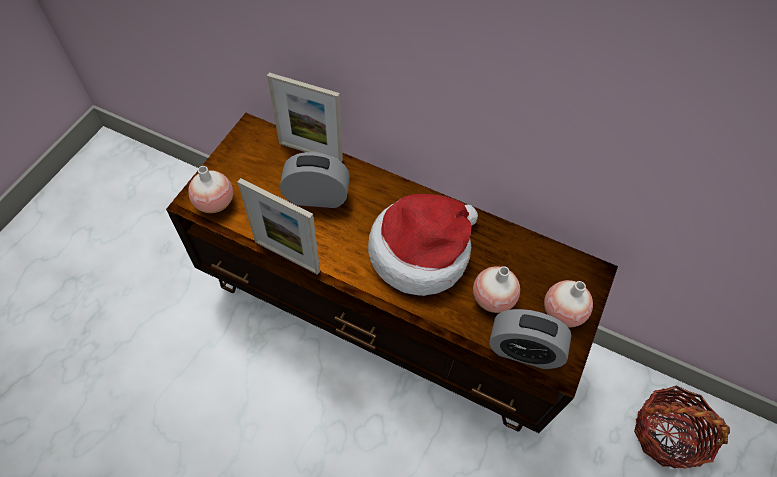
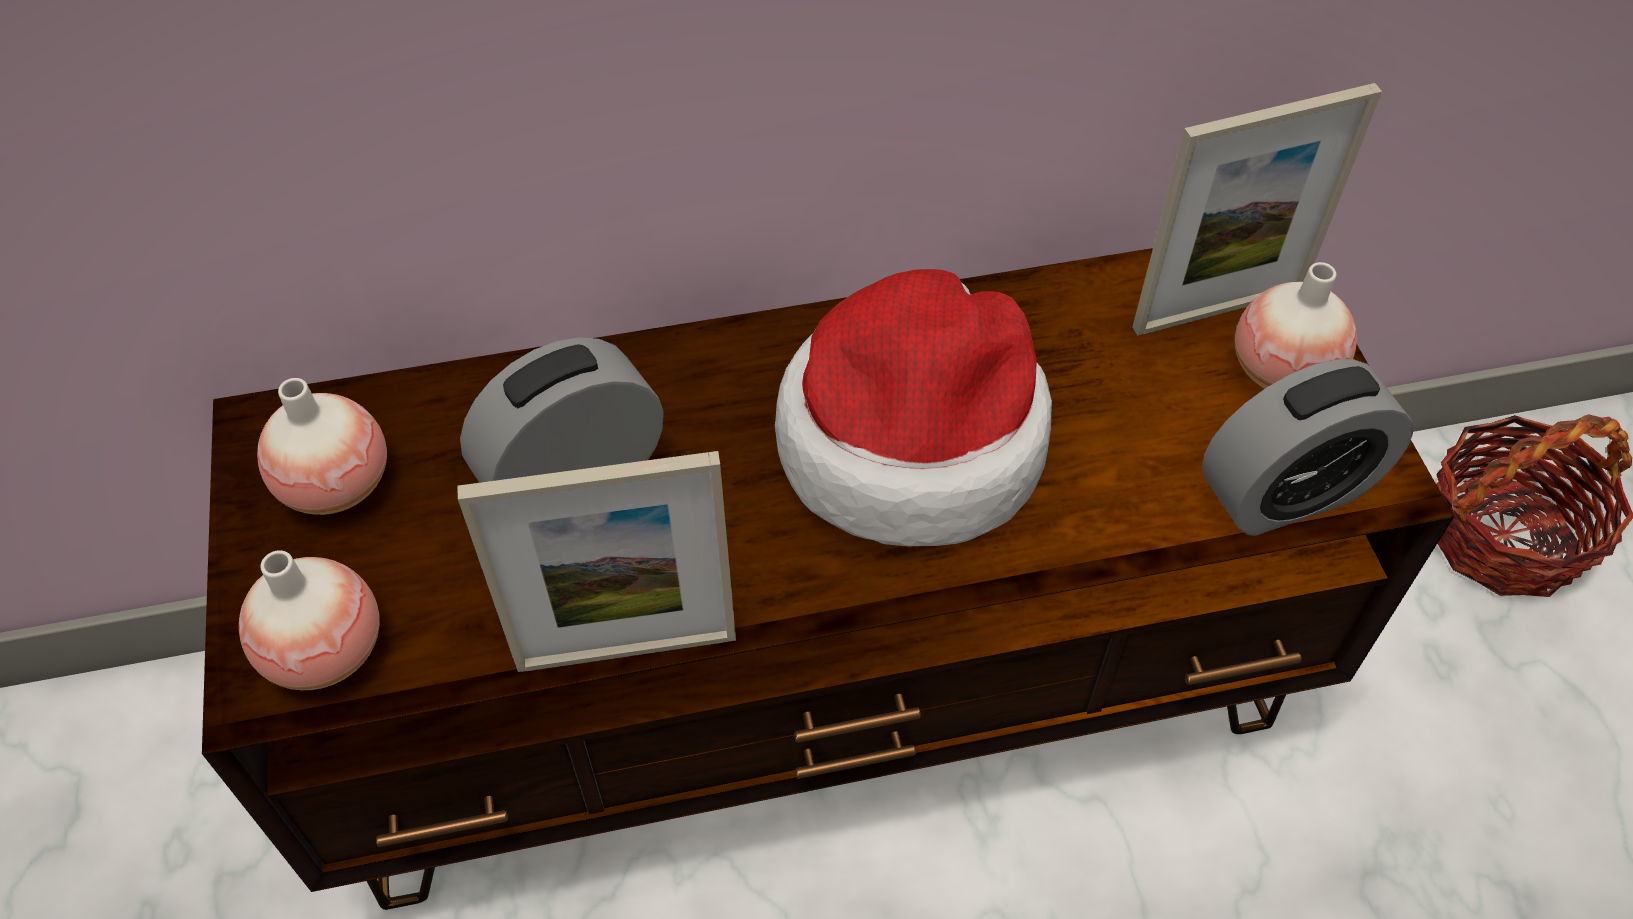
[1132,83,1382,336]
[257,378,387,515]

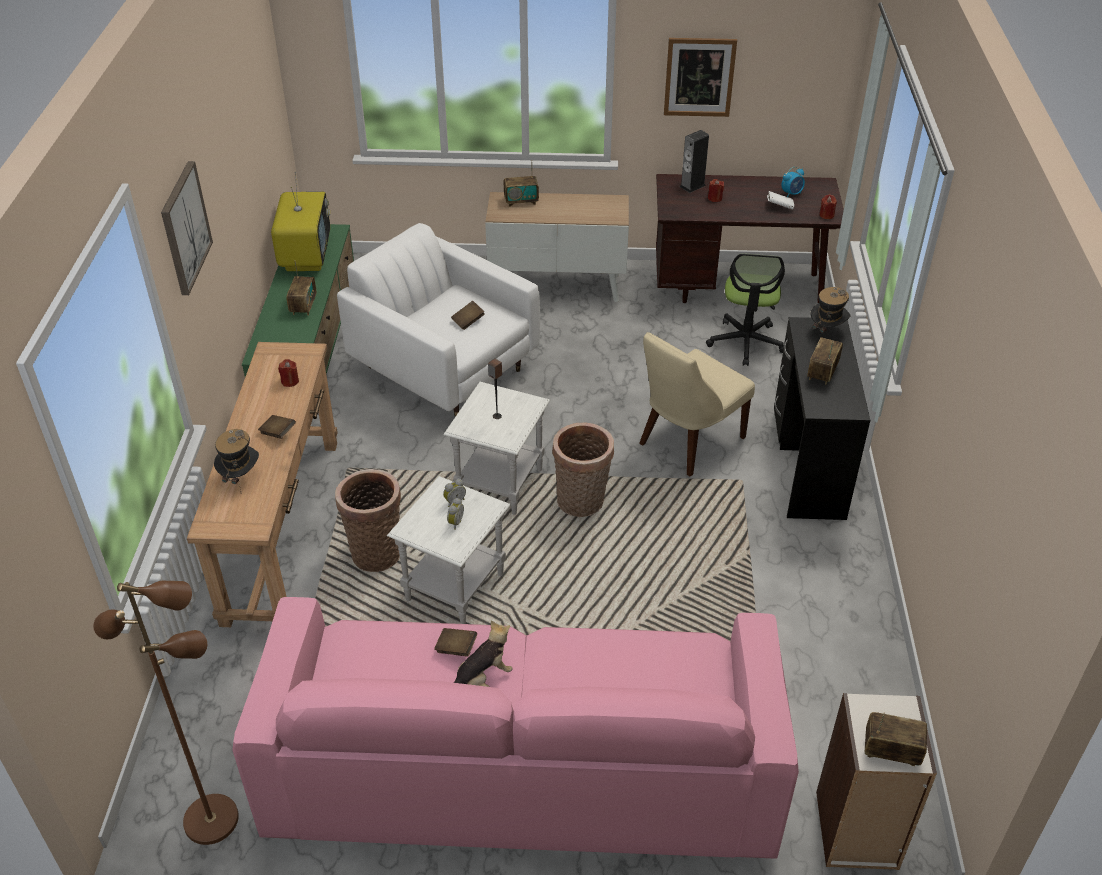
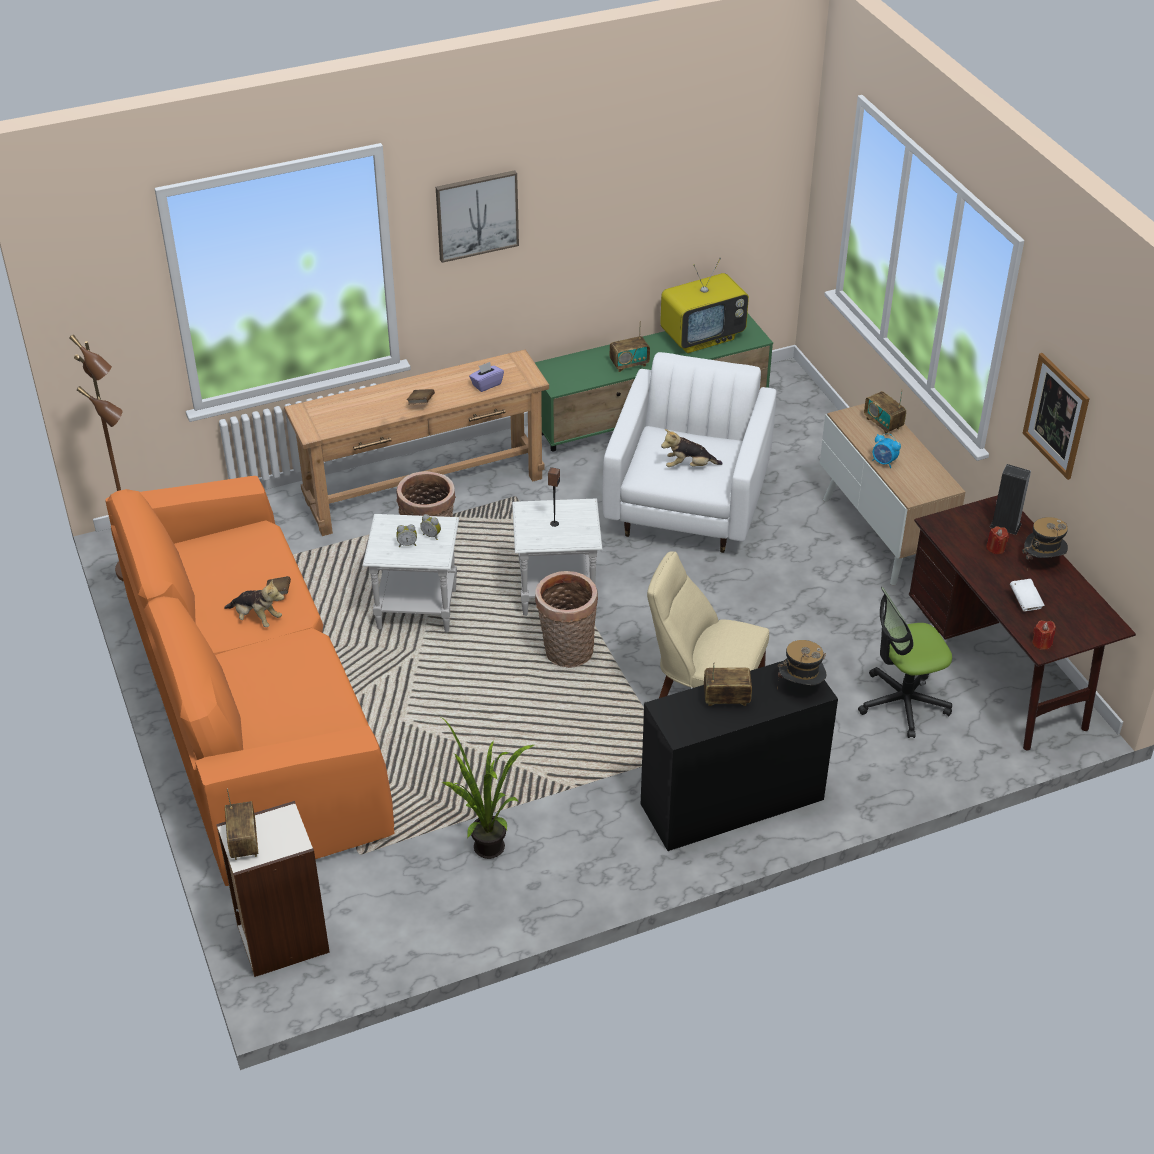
[872,434,901,468]
[661,429,723,467]
[469,362,504,392]
[1022,517,1068,571]
[105,476,395,886]
[439,716,534,859]

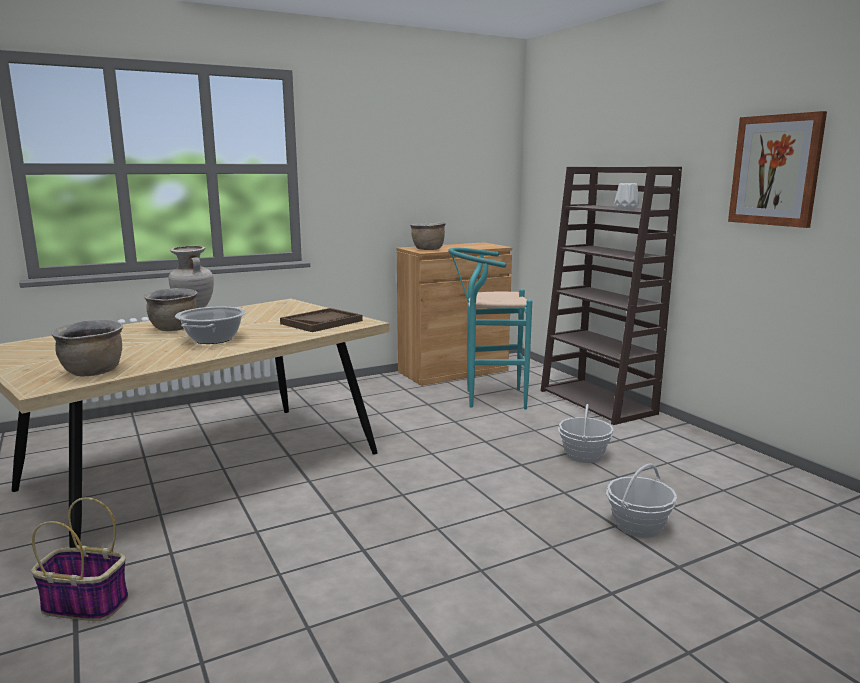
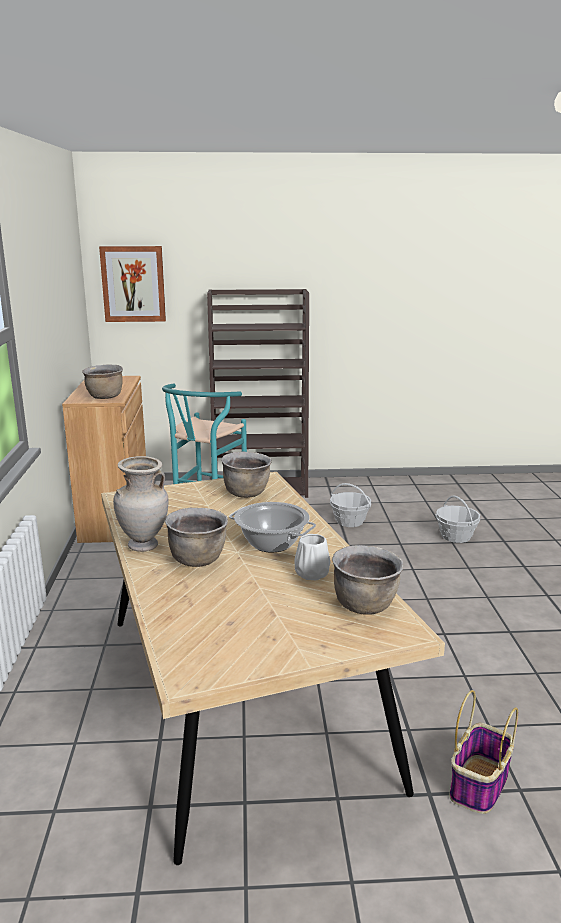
[99,246,166,322]
[294,534,330,580]
[221,451,271,498]

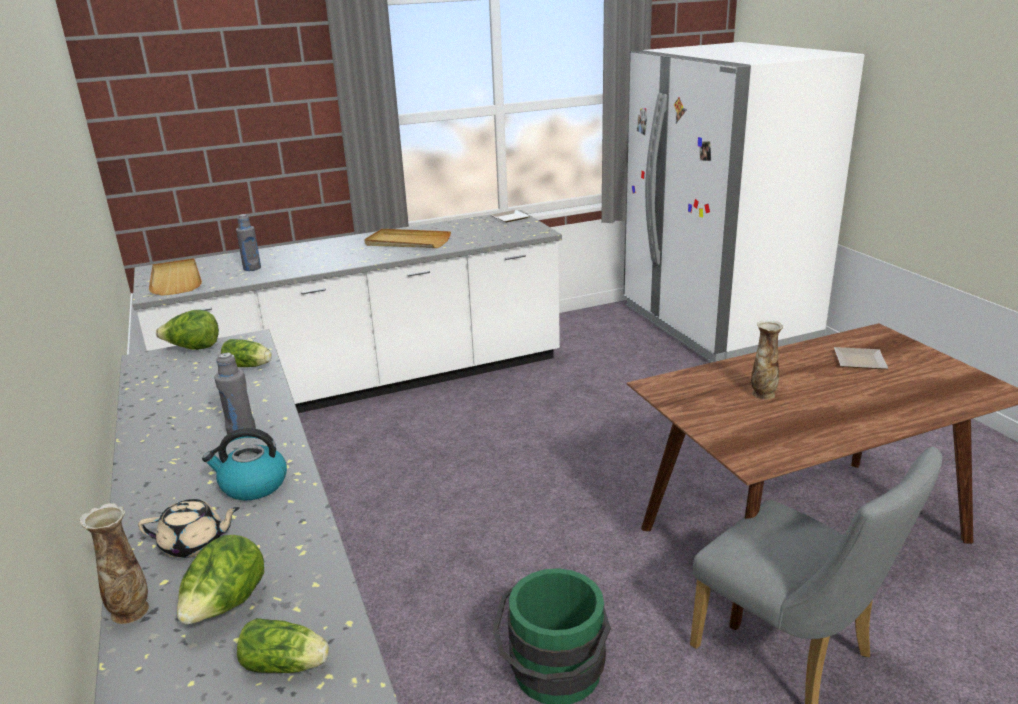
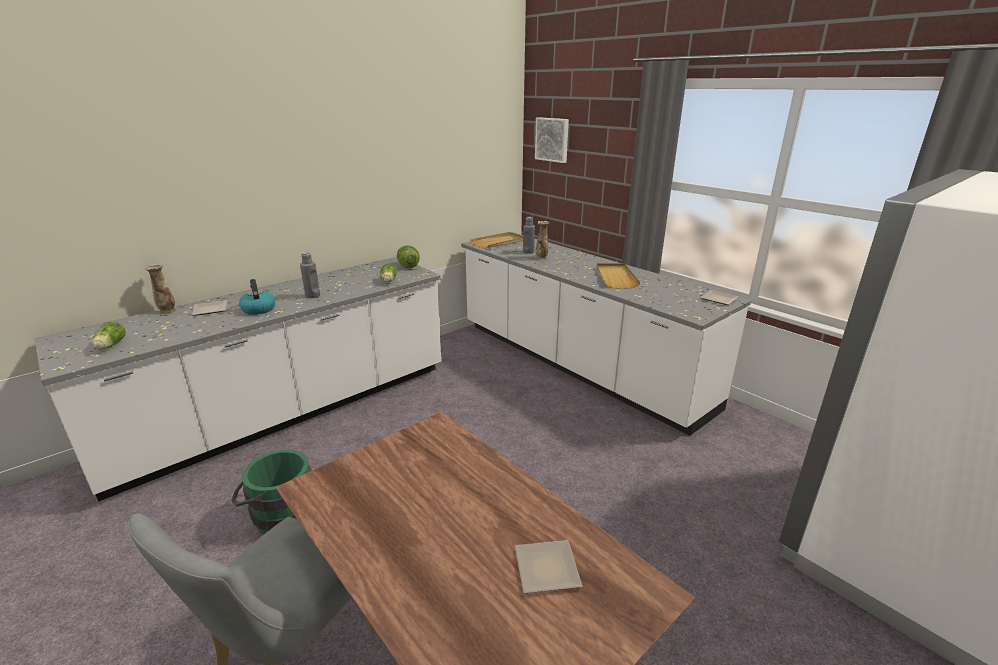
[536,221,549,260]
[192,300,227,316]
[177,535,264,625] (first image)
[535,117,569,163]

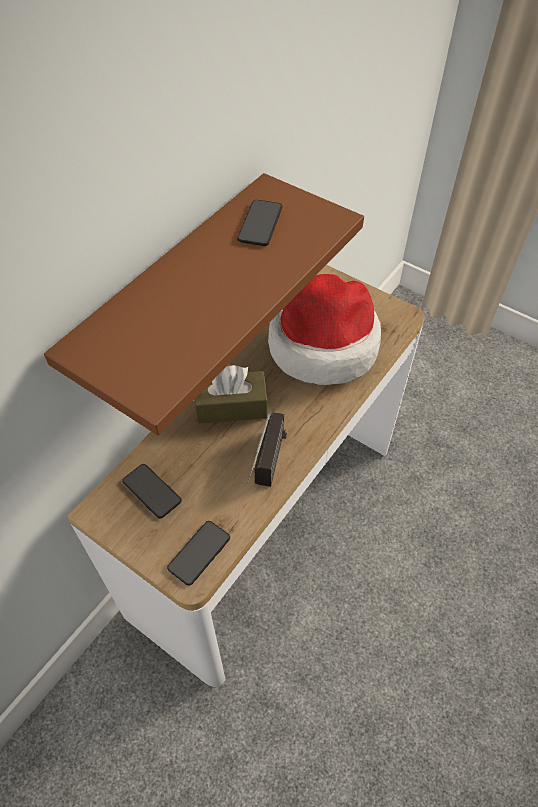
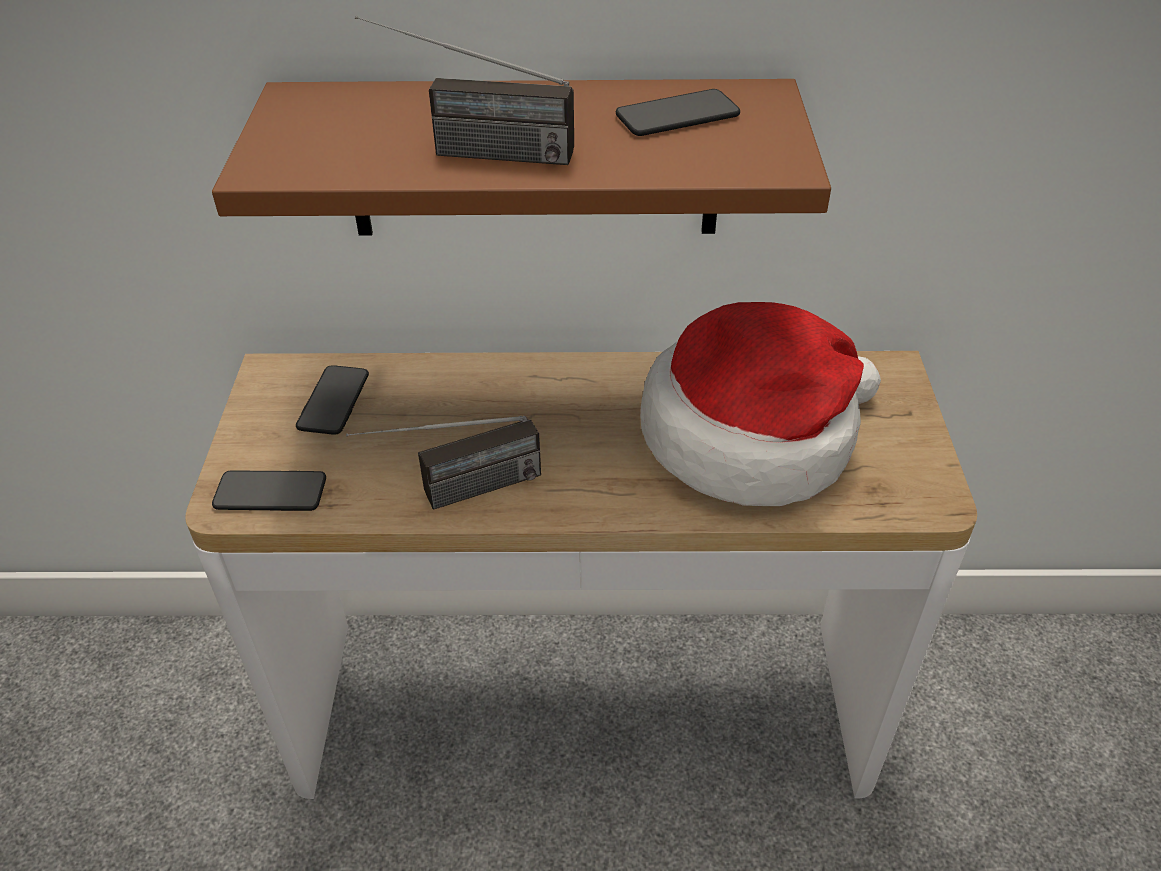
[195,365,267,423] (first image)
[355,15,574,165]

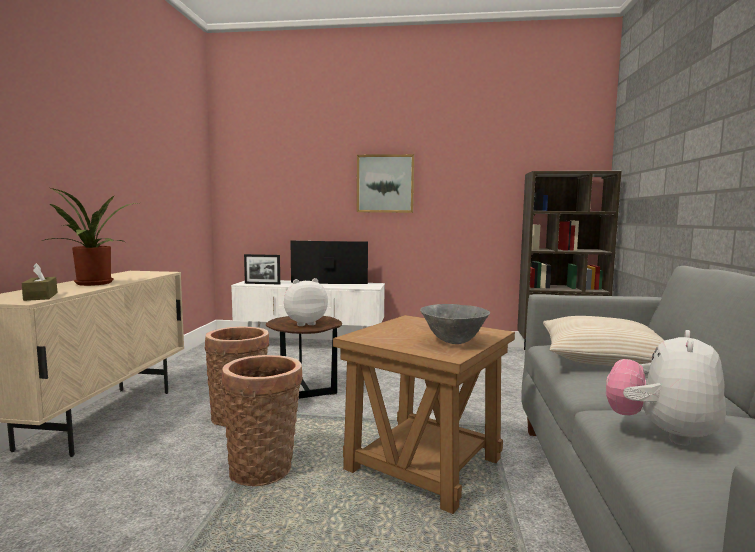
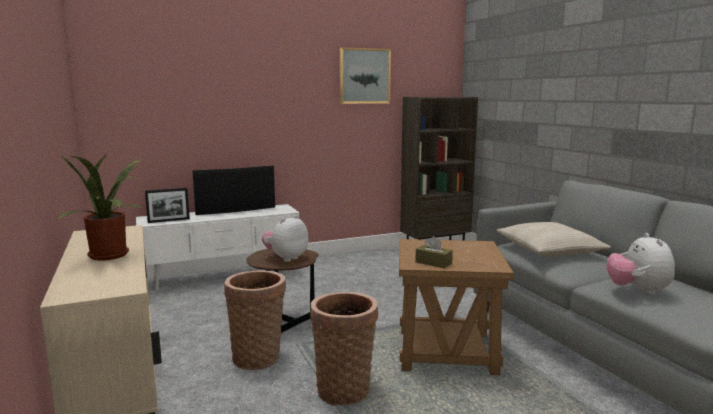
[340,47,391,104]
[415,236,453,268]
[420,304,490,344] (first image)

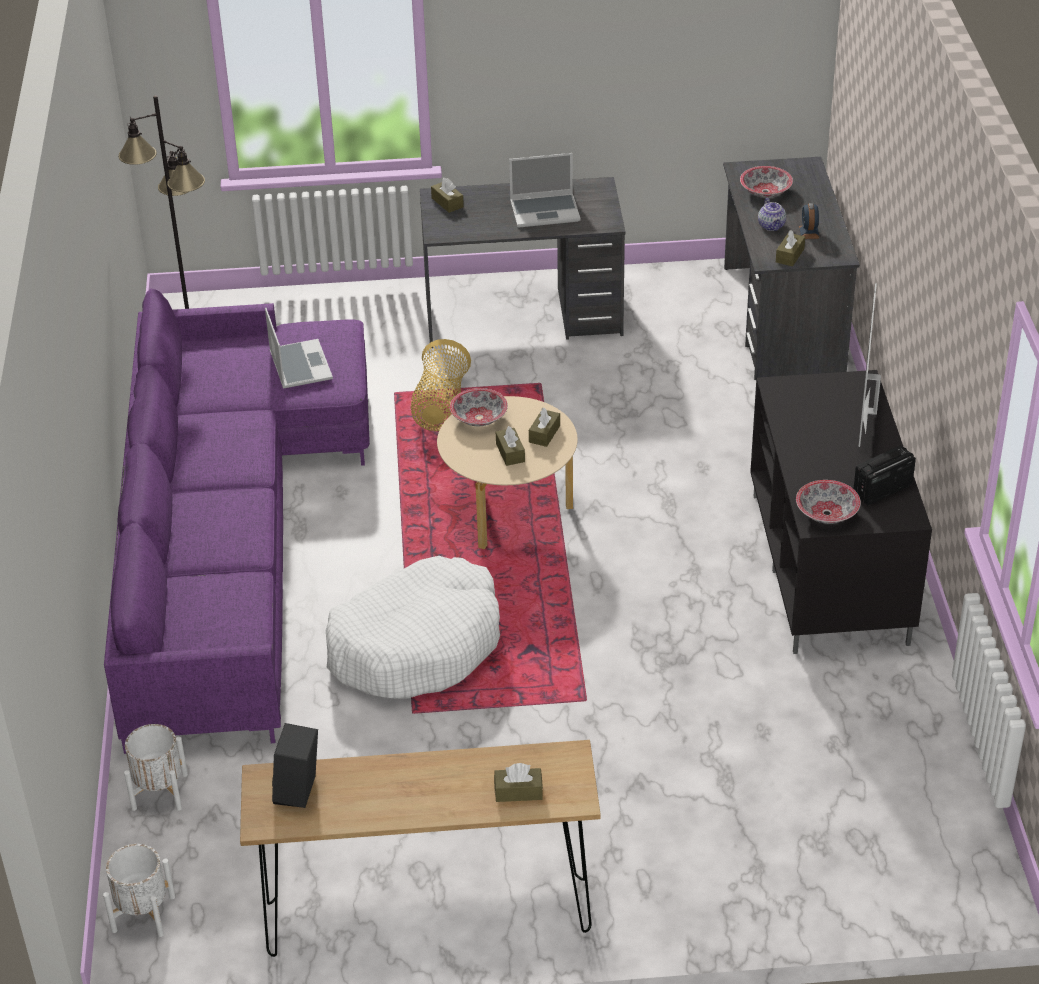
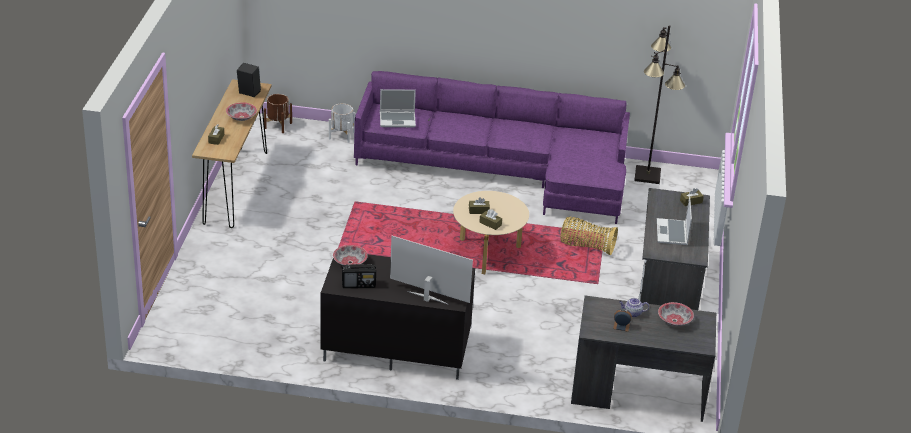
[776,230,805,266] (first image)
[380,89,416,127]
[226,102,257,121]
[342,264,376,288]
[326,556,500,699] (first image)
[264,94,292,133]

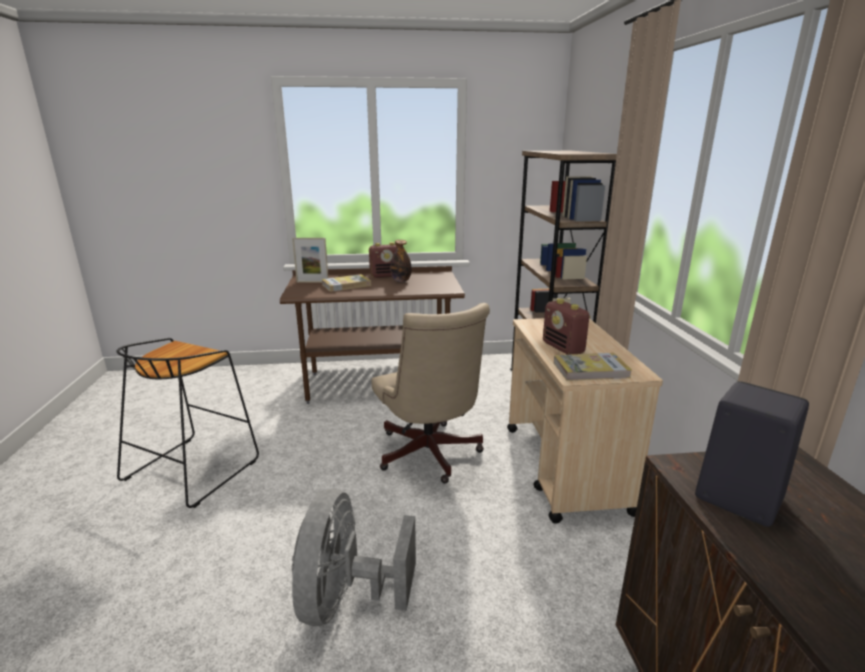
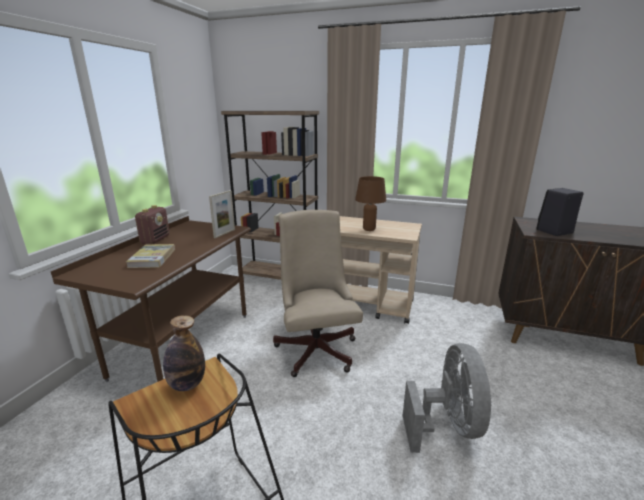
[209,190,235,238]
[163,315,205,391]
[355,176,386,231]
[273,210,363,377]
[554,353,632,381] (first image)
[403,343,492,453]

